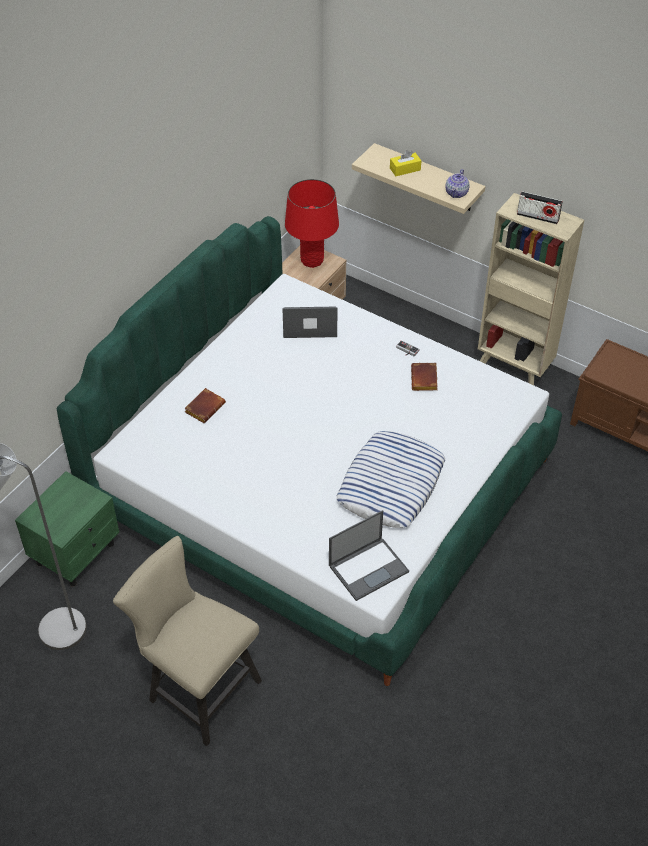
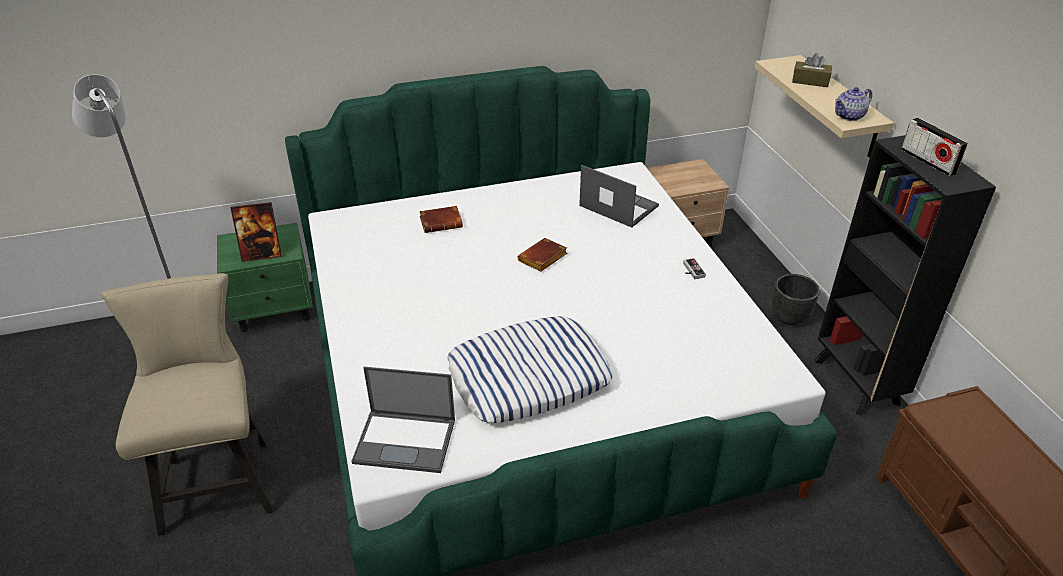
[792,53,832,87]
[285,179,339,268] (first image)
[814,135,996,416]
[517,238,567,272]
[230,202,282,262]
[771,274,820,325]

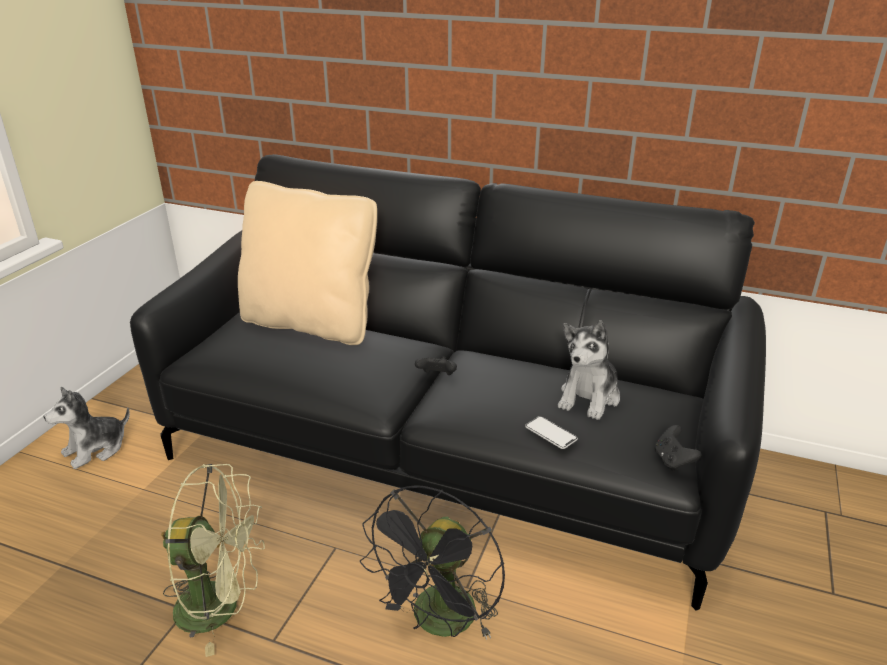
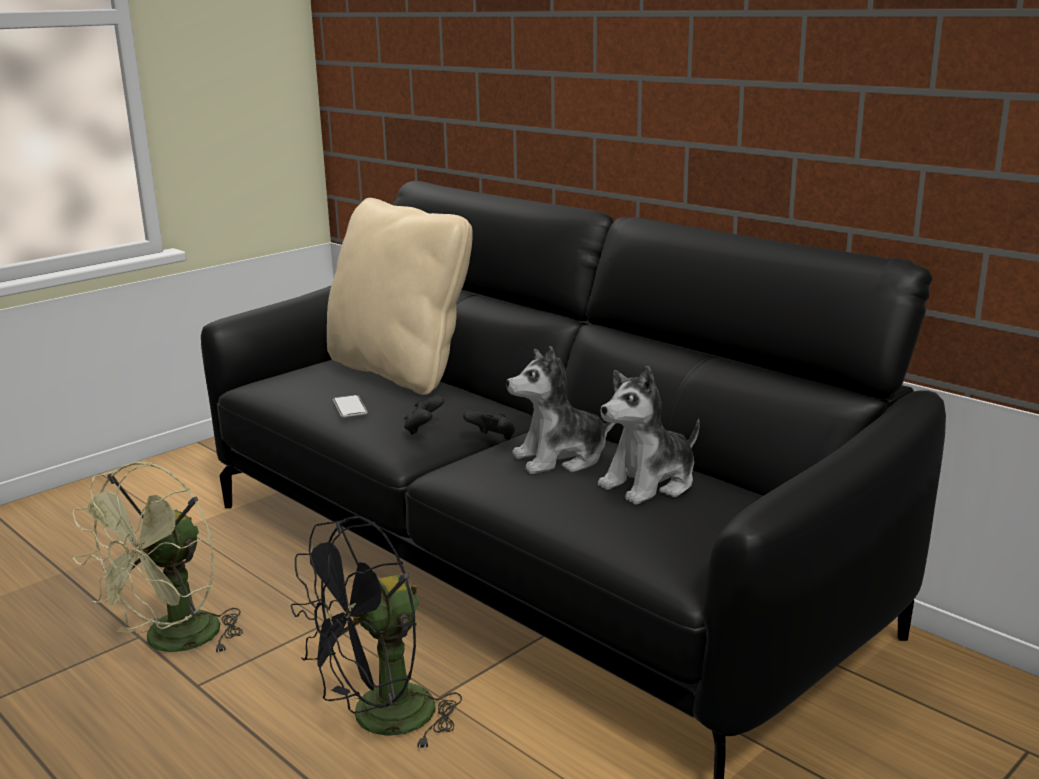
[506,346,615,474]
[333,395,368,418]
[404,395,444,435]
[72,462,243,655]

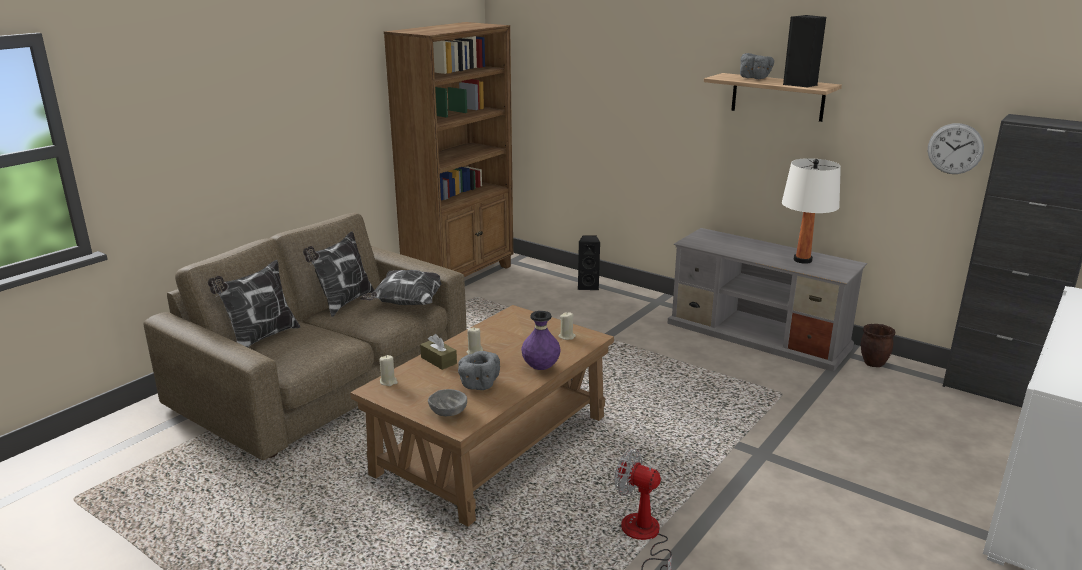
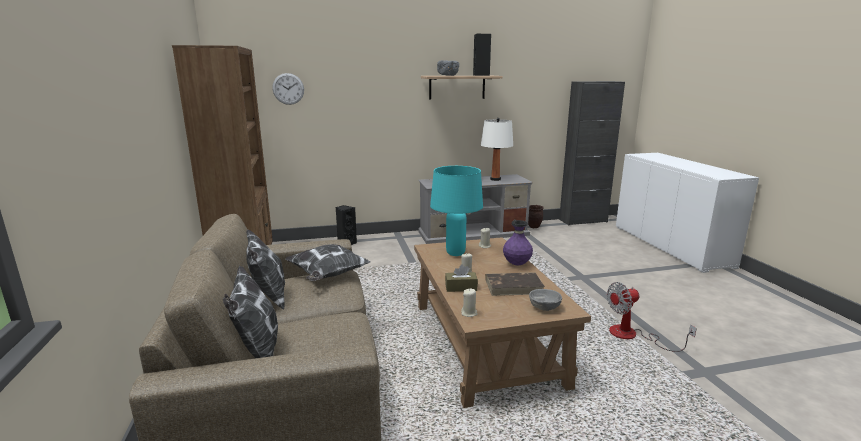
[272,73,304,105]
[485,272,545,296]
[430,166,483,256]

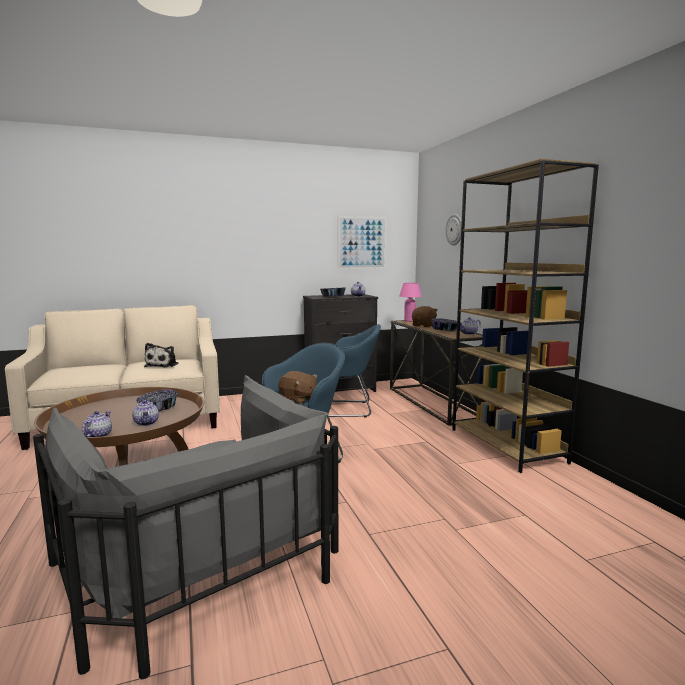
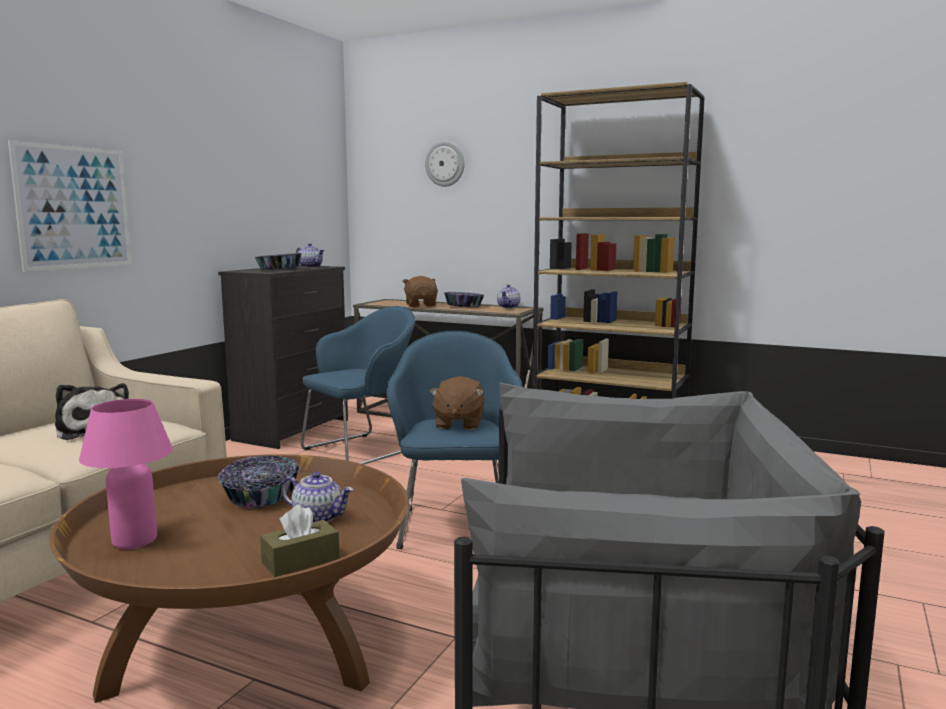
[8,140,132,271]
[79,399,173,549]
[430,376,485,430]
[260,504,340,577]

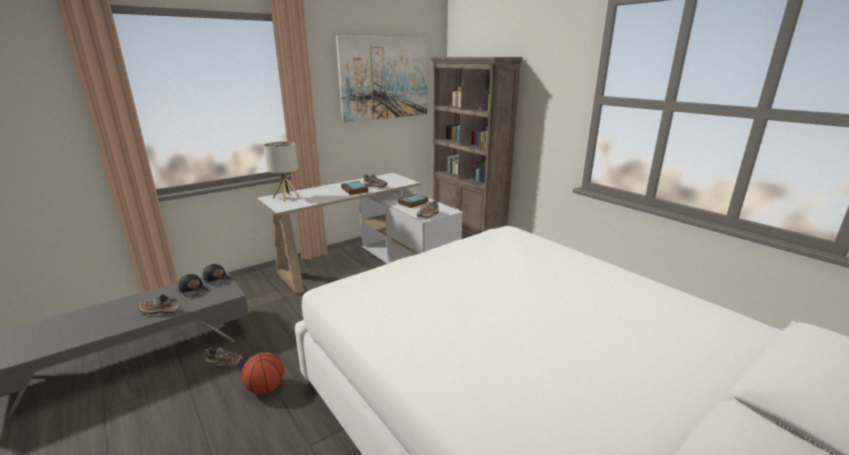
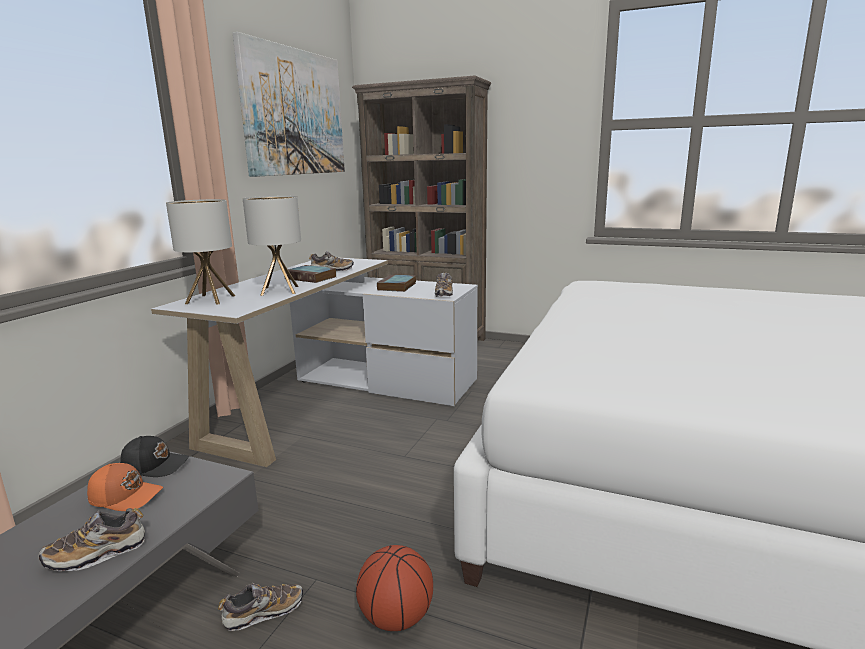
[87,463,163,511]
[243,196,301,296]

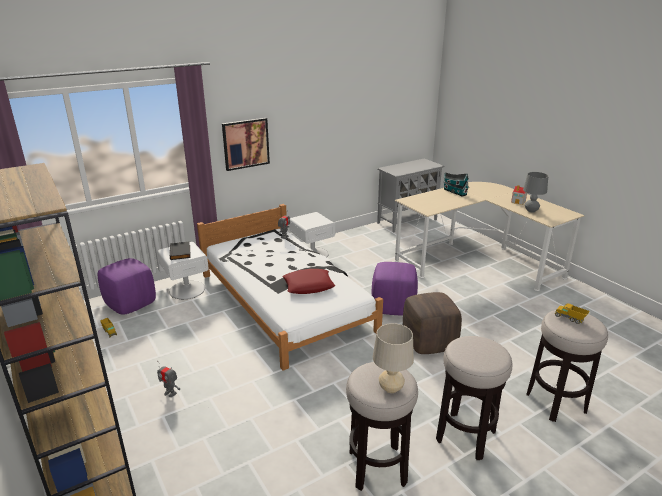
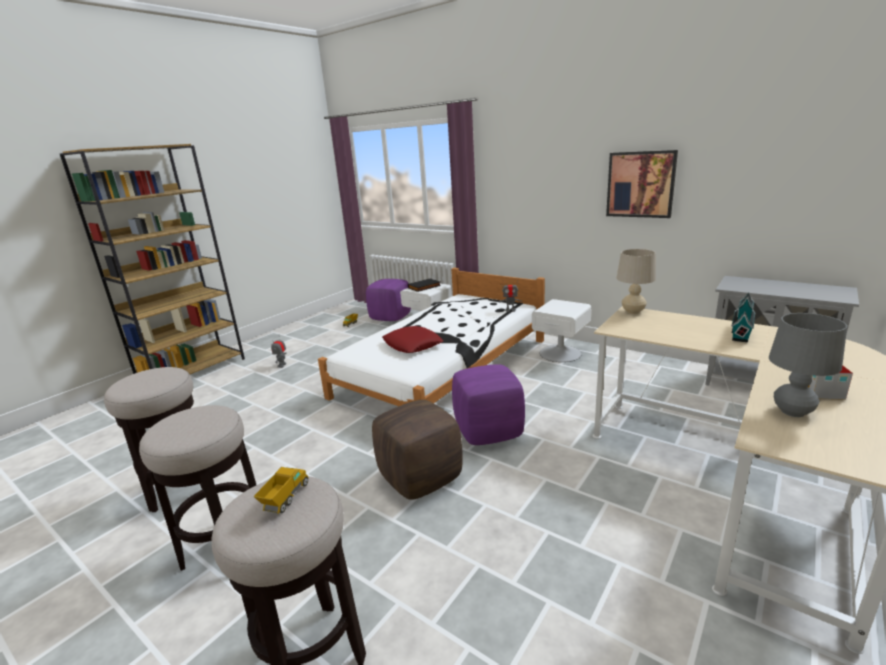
[606,150,678,218]
[616,249,656,314]

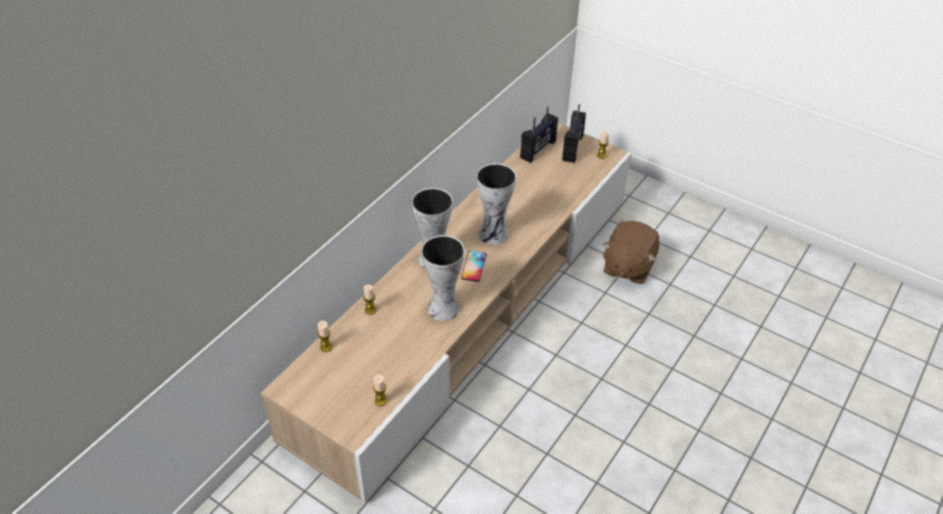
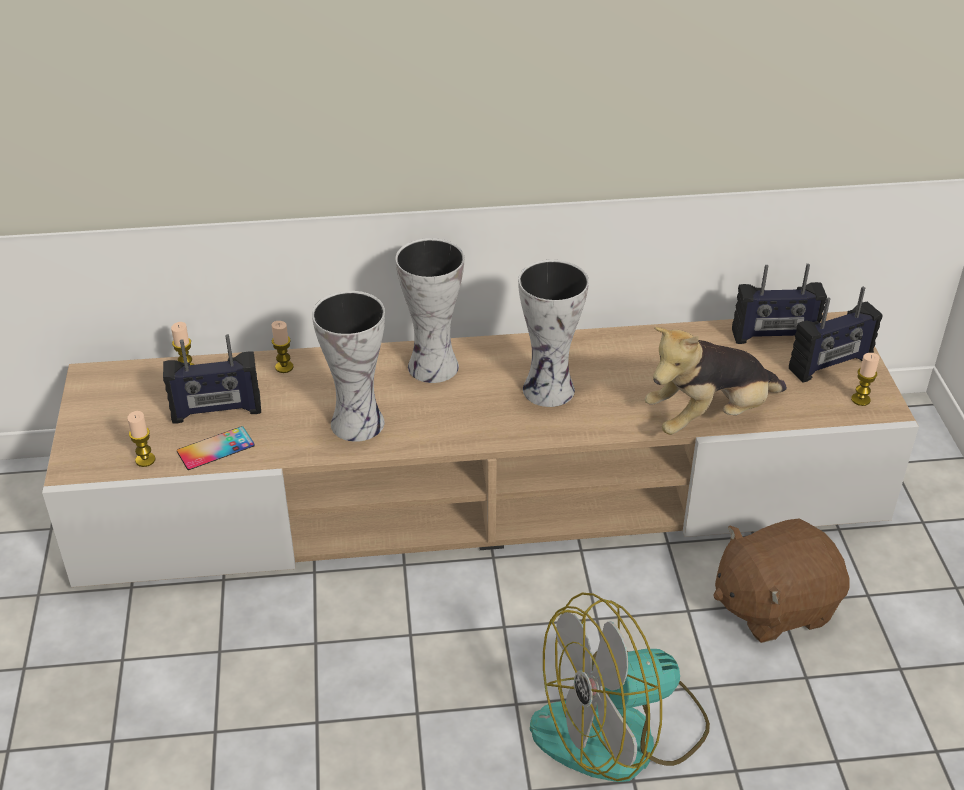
[177,426,255,470]
[645,327,787,435]
[163,335,261,424]
[530,593,710,782]

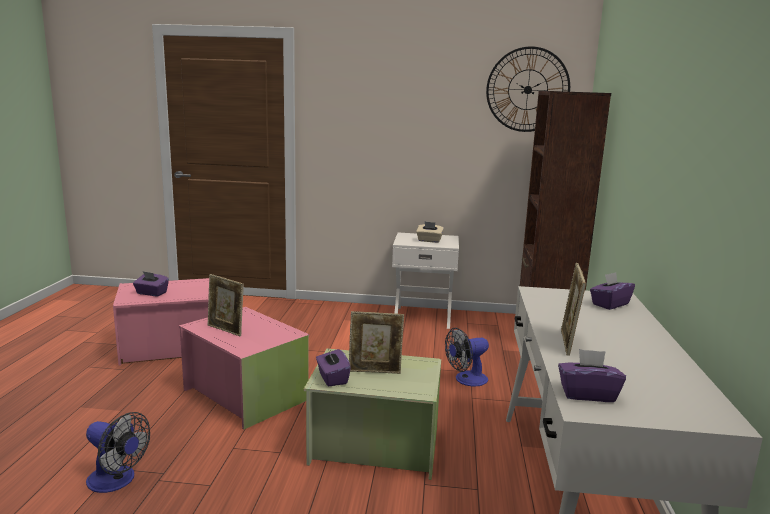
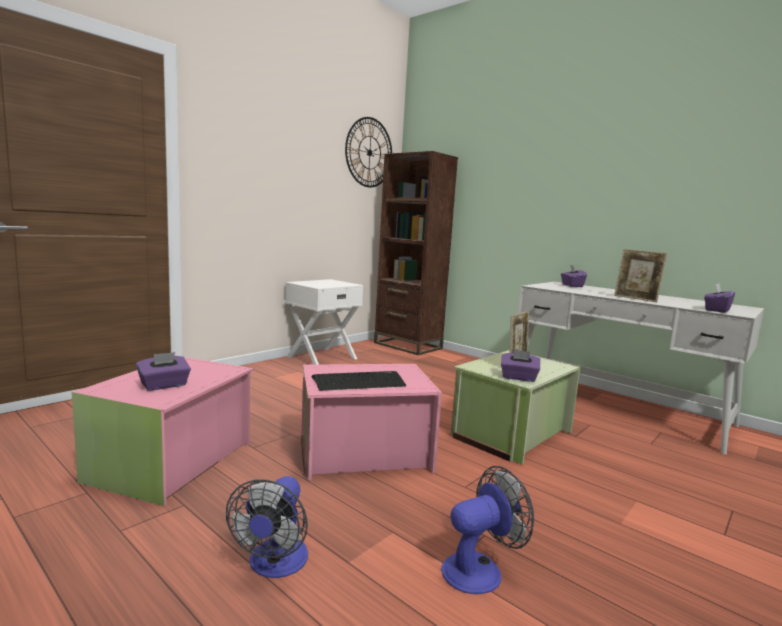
[416,222,444,243] (first image)
[312,371,406,391]
[226,476,308,578]

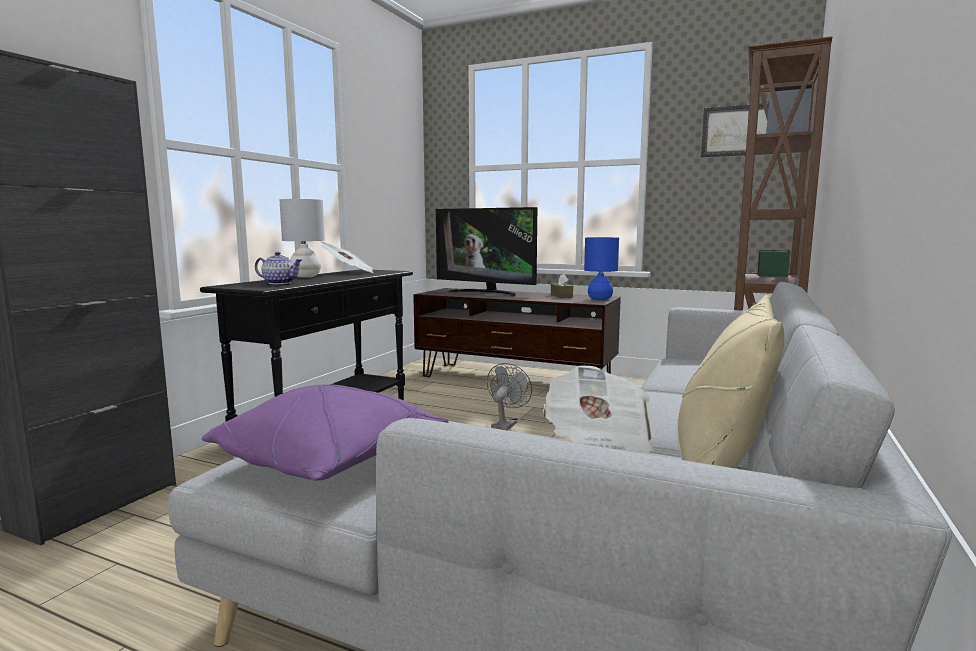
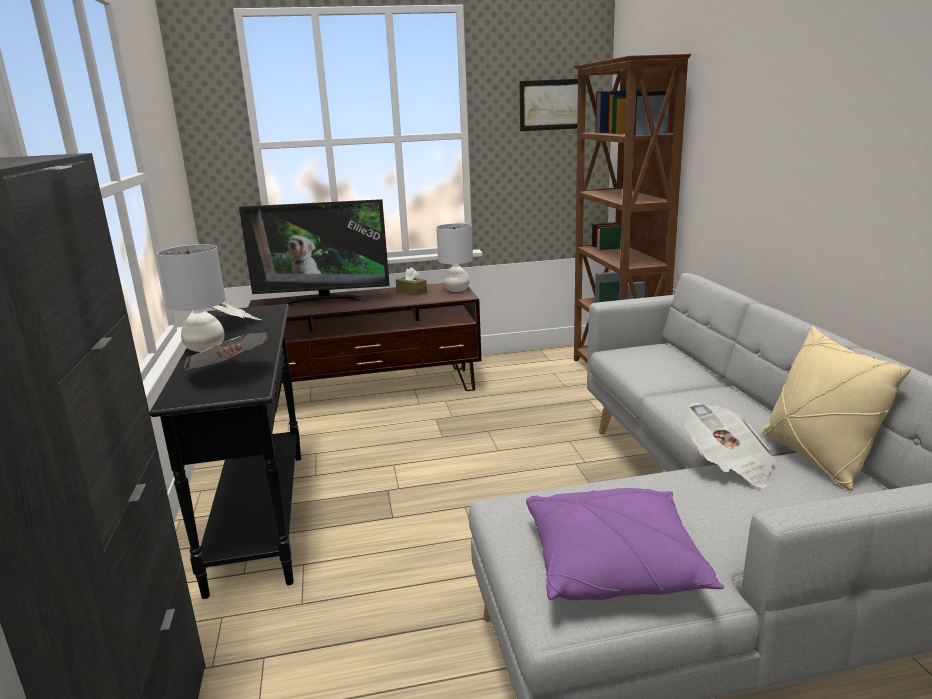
[436,223,473,292]
[184,332,267,370]
[487,363,532,430] (first image)

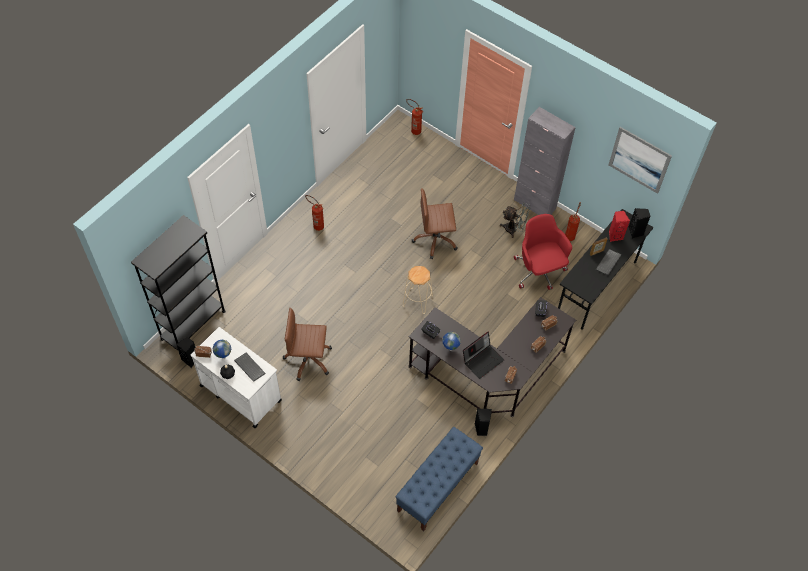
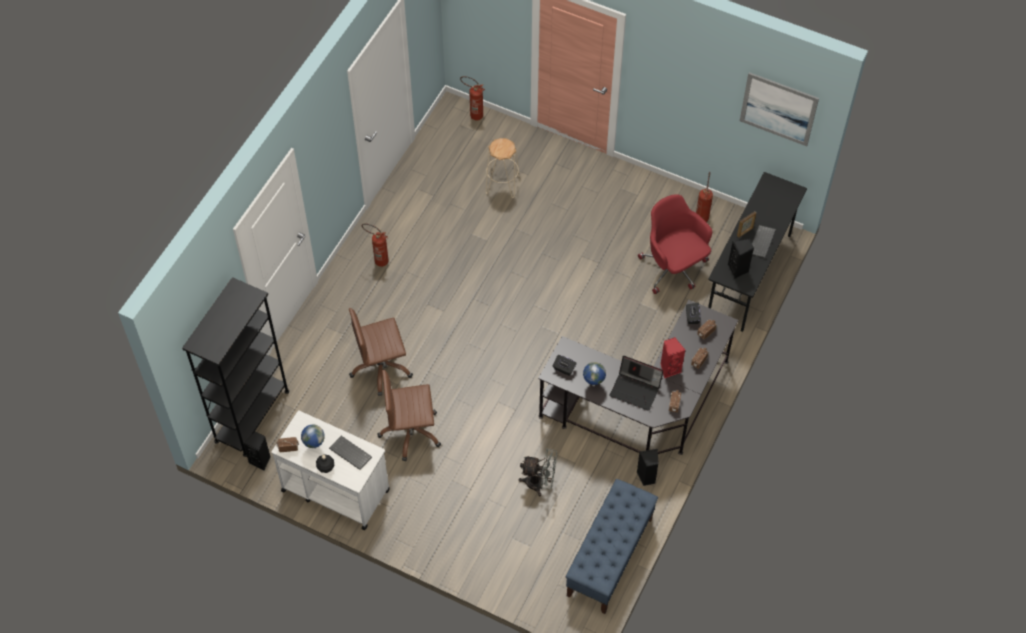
[514,107,576,215] (first image)
[349,308,413,396]
[519,448,557,496]
[728,239,754,279]
[660,337,685,378]
[486,138,520,198]
[609,356,663,411]

